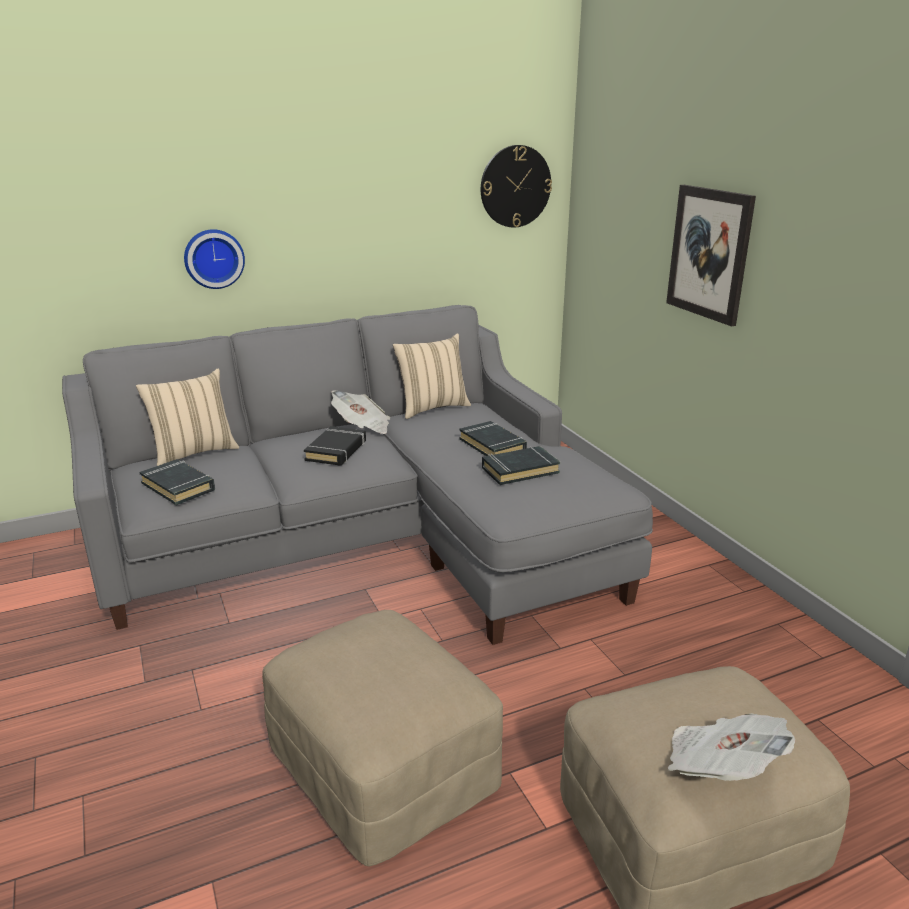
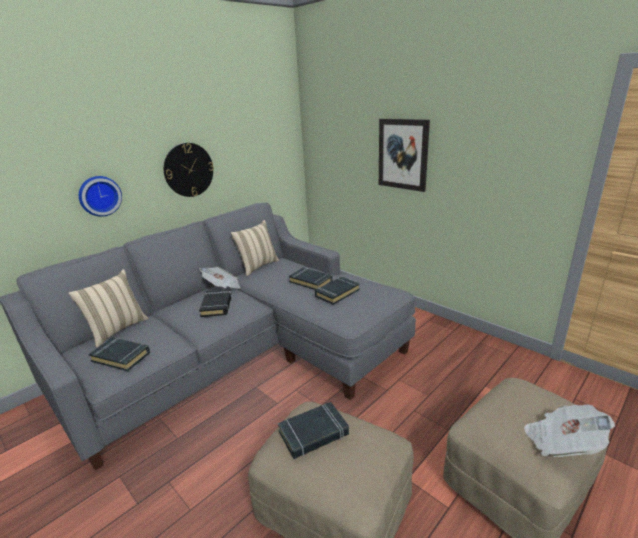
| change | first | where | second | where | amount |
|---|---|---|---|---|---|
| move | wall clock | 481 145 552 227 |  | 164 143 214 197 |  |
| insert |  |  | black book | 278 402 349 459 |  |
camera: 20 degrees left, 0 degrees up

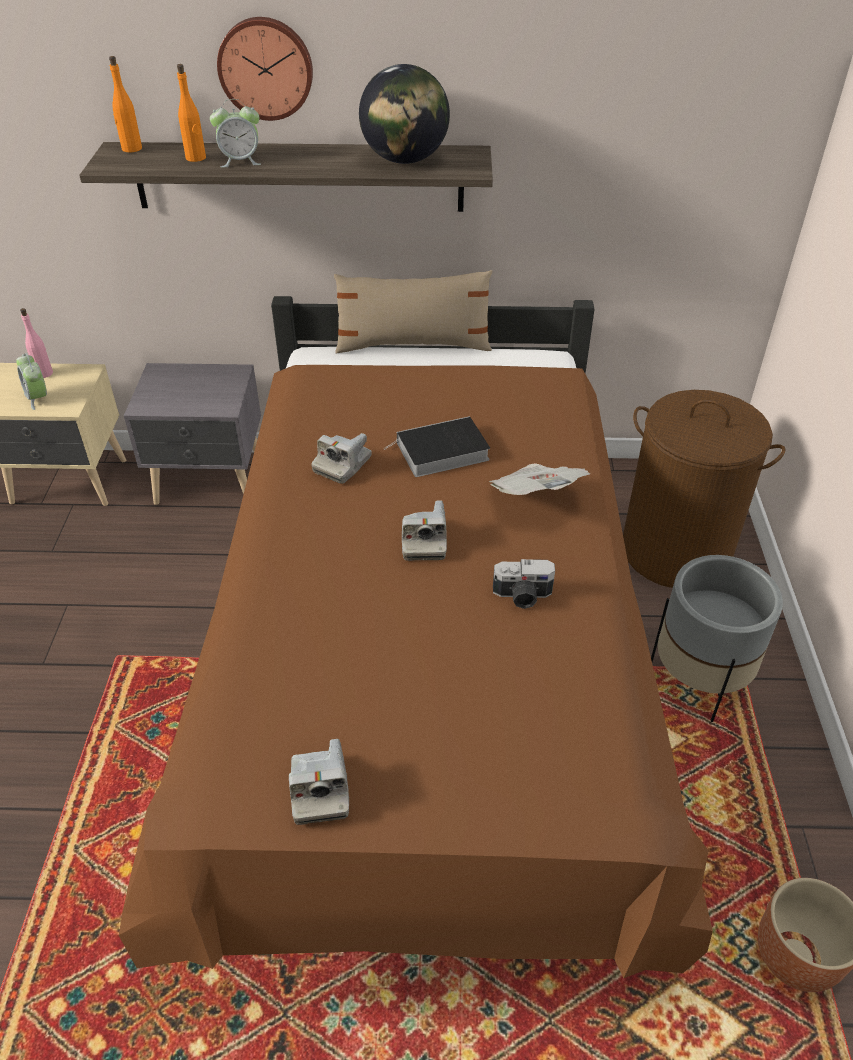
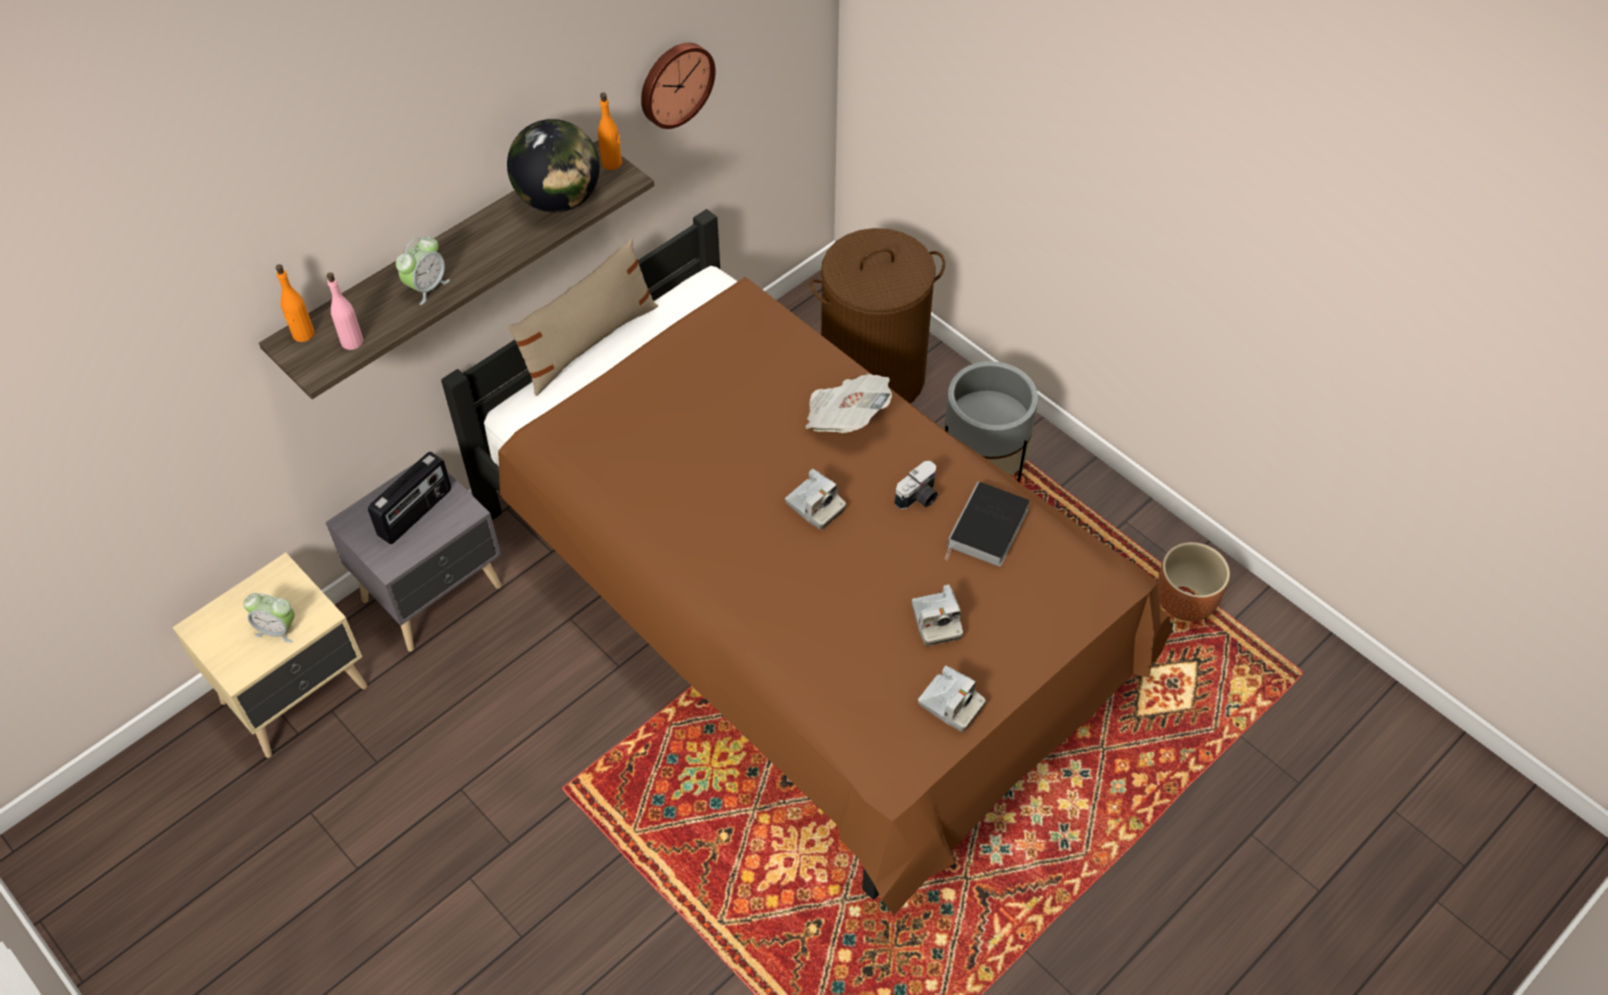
| change | first | where | second | where | amount |
|---|---|---|---|---|---|
| move | wall clock | 217 17 313 121 |  | 641 43 716 129 |  |
| move | orange bottle | 177 64 206 162 |  | 598 92 622 170 |  |
| move | pink bottle | 20 308 53 378 |  | 327 272 363 350 |  |
| move | book | 384 416 490 477 |  | 945 481 1030 567 |  |
| move | photo camera | 311 433 372 484 |  | 912 585 963 646 |  |
| insert |  |  | radio | 368 452 451 544 |  |
camera: 45 degrees left, 10 degrees up

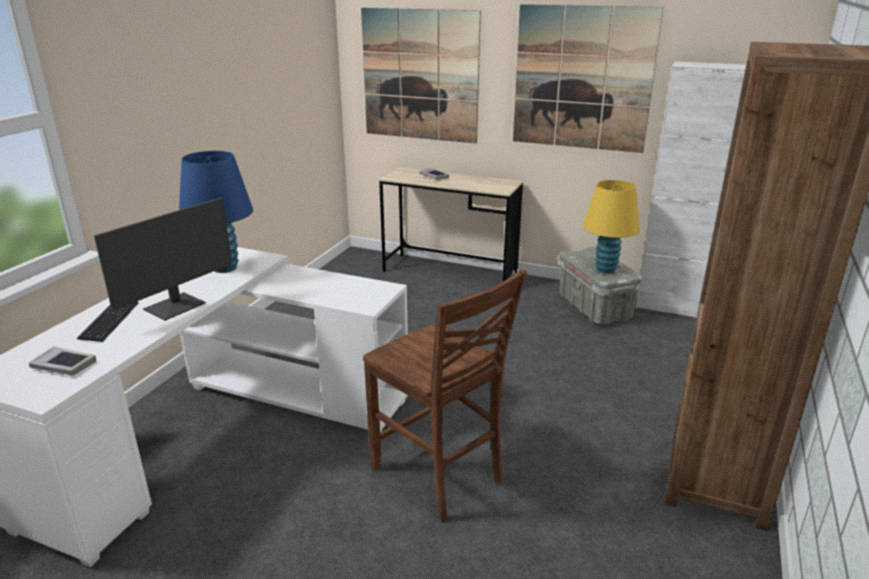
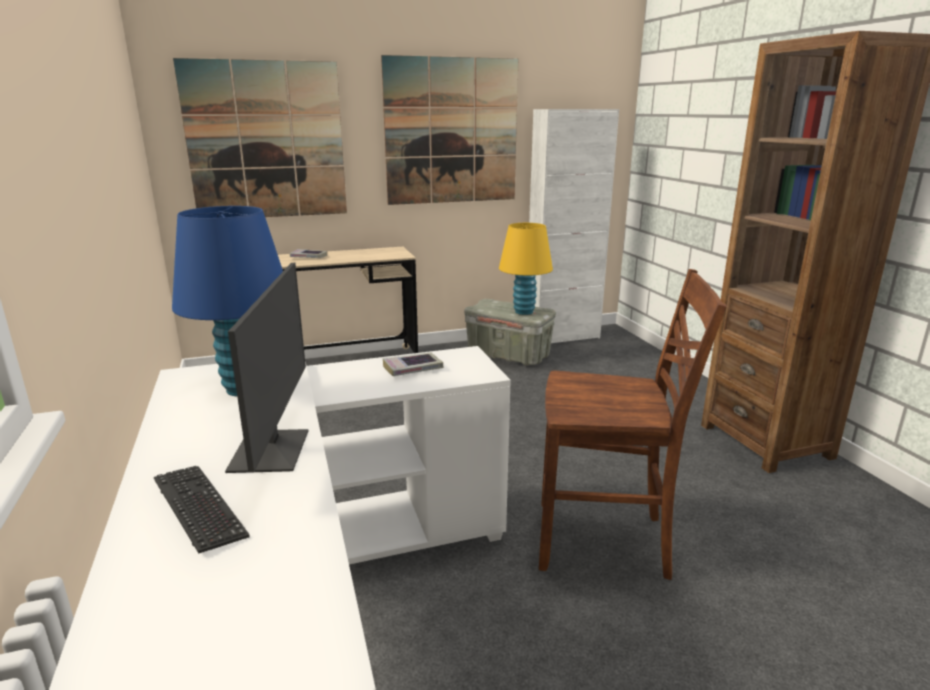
| change | first | where | second | where | amount |
|---|---|---|---|---|---|
| move | book | 29 346 96 376 |  | 383 353 443 376 |  |
camera: 40 degrees left, 5 degrees down

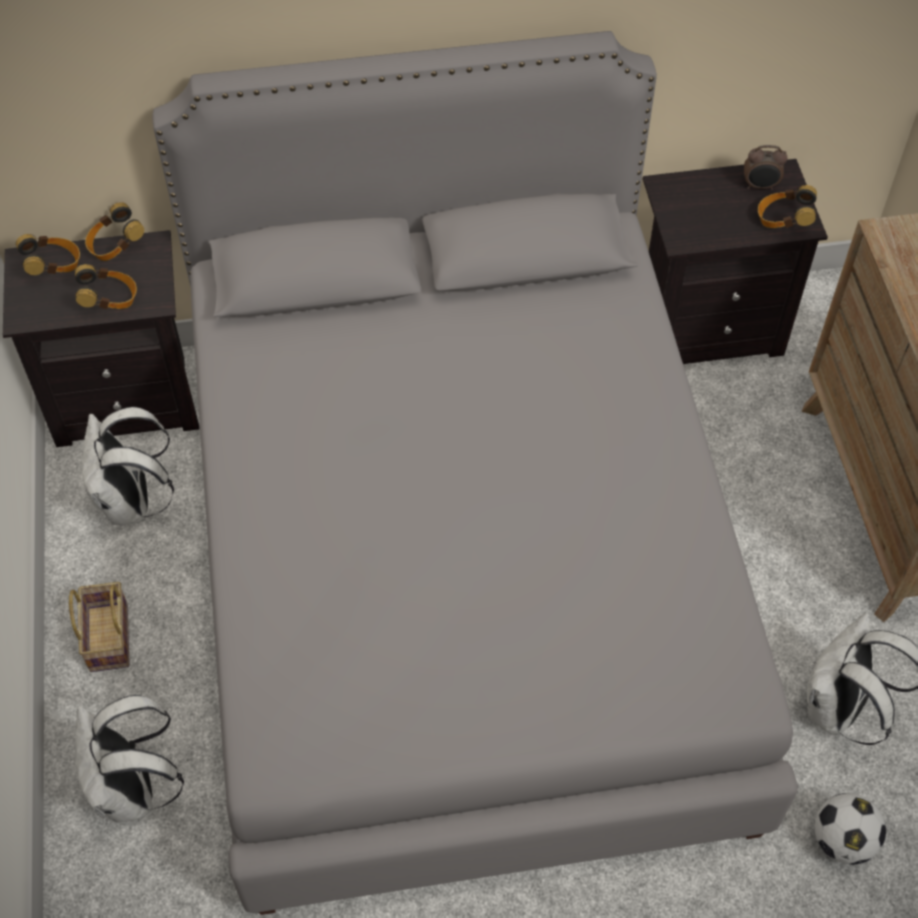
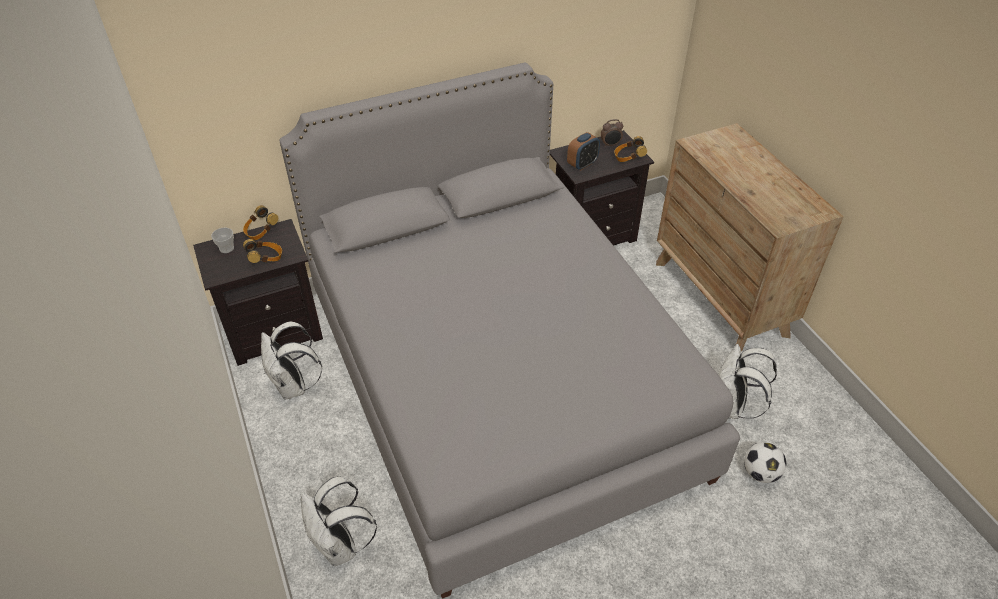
| change | first | where | second | where | amount |
|---|---|---|---|---|---|
| replace | headphones | 16 234 80 275 | cup | 211 228 234 253 |  |
| delete | basket | 69 582 130 672 |  |  |  |
| insert |  |  | alarm clock | 567 132 600 171 |  |
camera: 15 degrees left, 10 degrees down

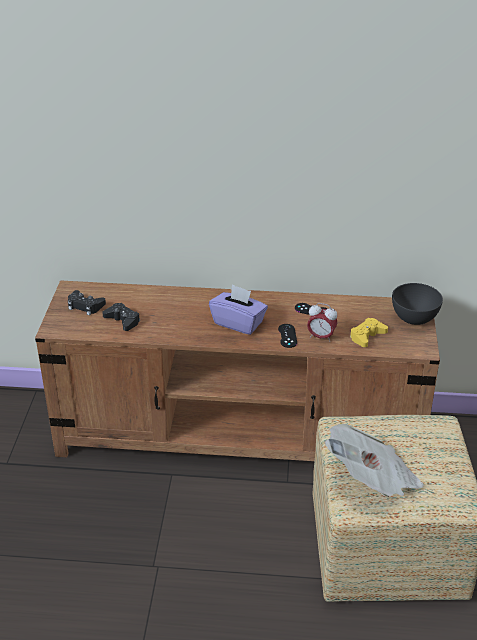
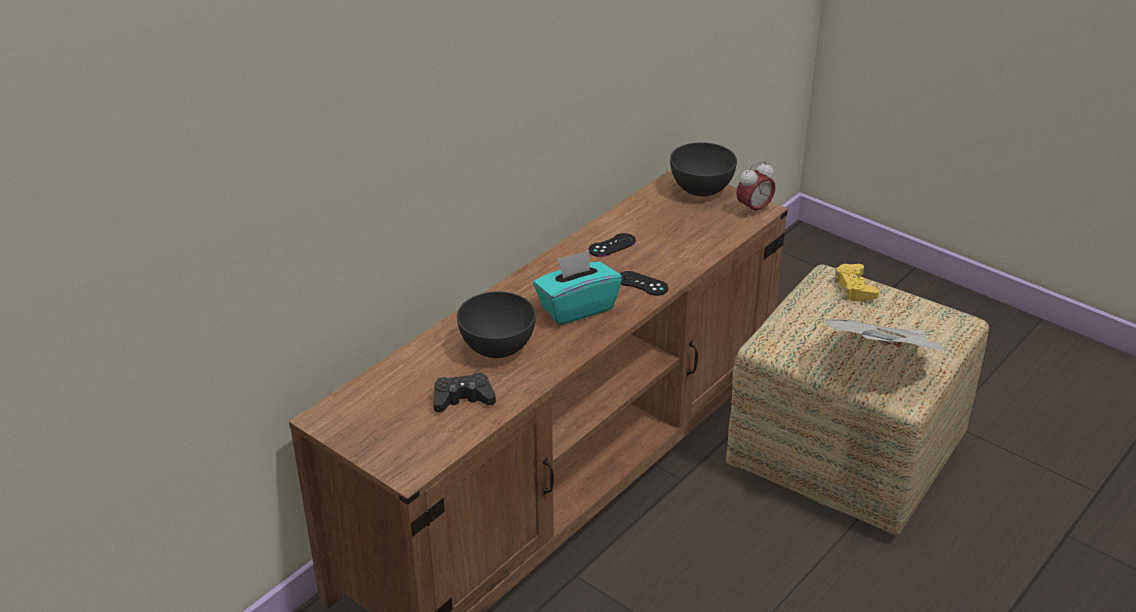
| change | first | where | second | where | amount |
|---|---|---|---|---|---|
| recolor | purple tissue box | 209 284 268 335 | turquoise tissue box | 533 250 622 325 |  |
| delete | black game controller | 68 290 106 315 |  |  |  |
| move | alarm clock | 307 303 337 342 |  | 736 161 776 217 |  |
| move | yellow game controller | 350 318 388 347 |  | 833 264 879 302 |  |
| insert |  |  | grey bowl | 457 291 536 358 |  |
camera: 55 degrees left, 0 degrees up

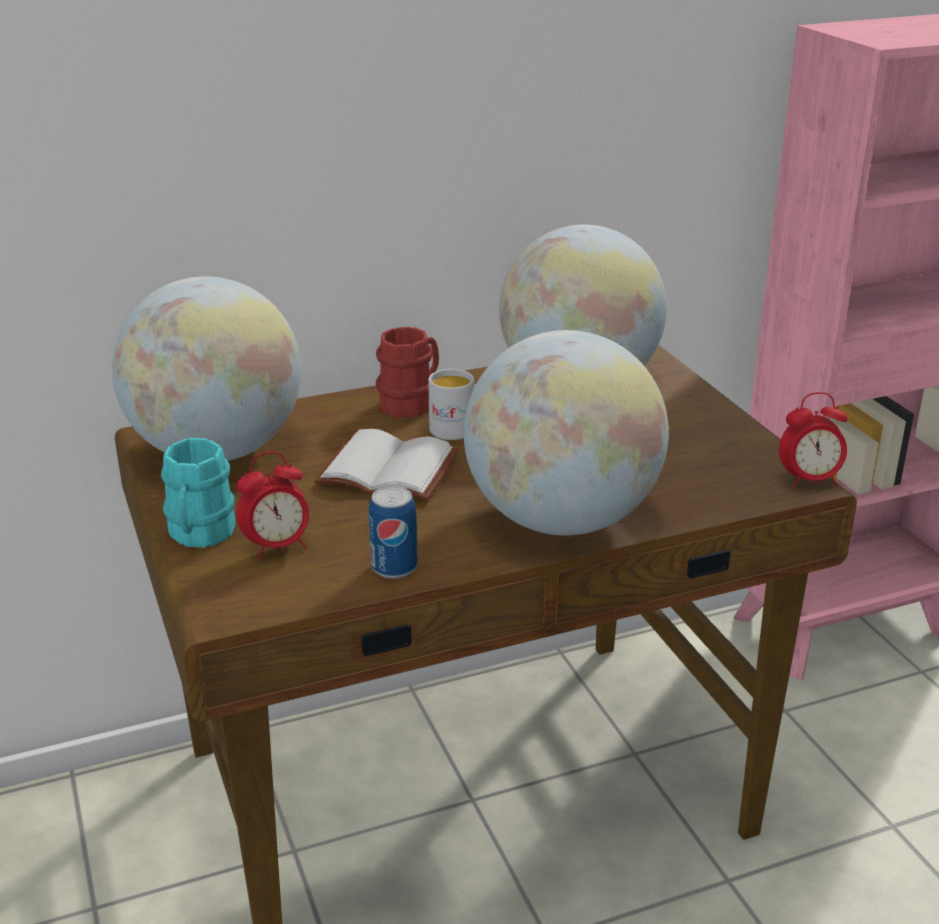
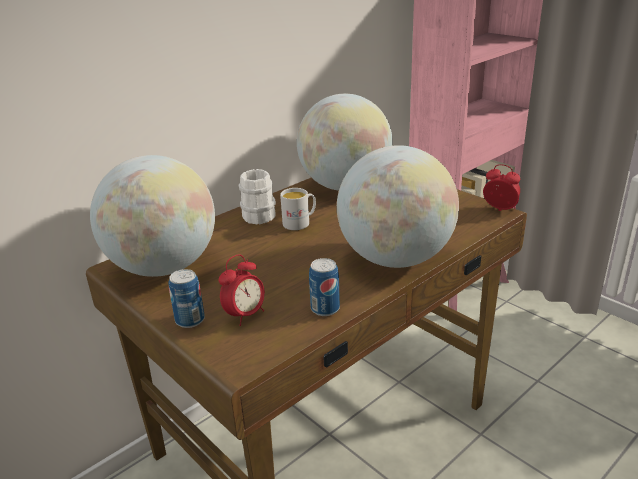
| change | first | where | second | where | amount |
|---|---|---|---|---|---|
| recolor | red mug | 376 327 439 418 | white mug | 239 169 276 225 |  |
| rotate | alarm clock | 779 392 847 489 |  | 483 164 520 211 | 120 degrees counterclockwise |
| delete | white book | 314 429 459 501 |  |  |  |
| replace | turquoise mug | 161 438 235 548 | can | 168 269 205 328 |  |
camera: 20 degrees left, 0 degrees up

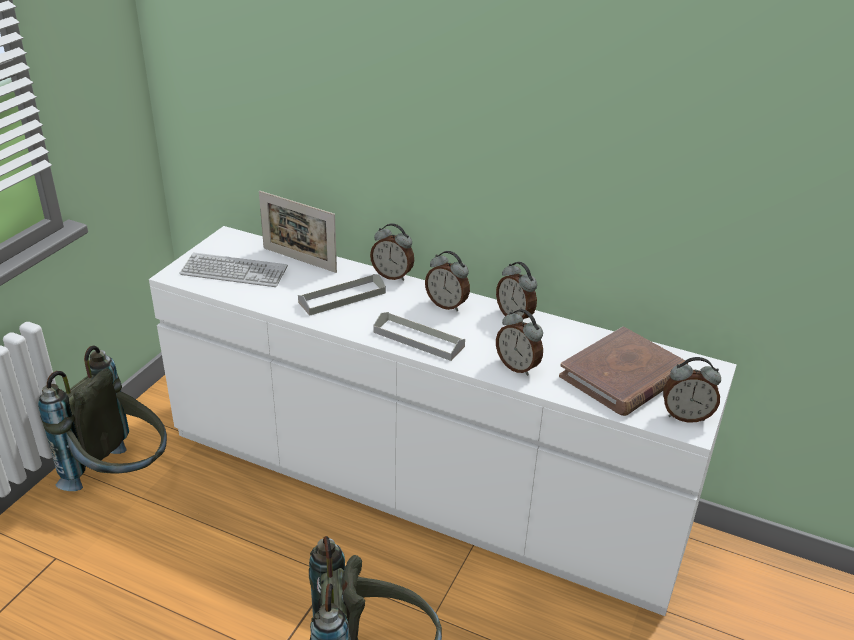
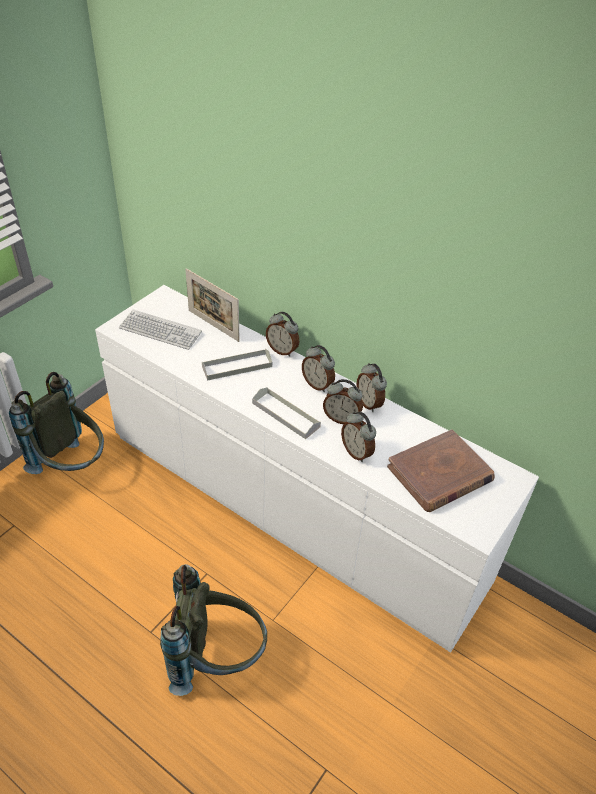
| change | first | where | second | where | amount |
|---|---|---|---|---|---|
| move | alarm clock | 663 357 721 422 |  | 323 379 363 424 |  |
camera: 10 degrees right, 10 degrees up

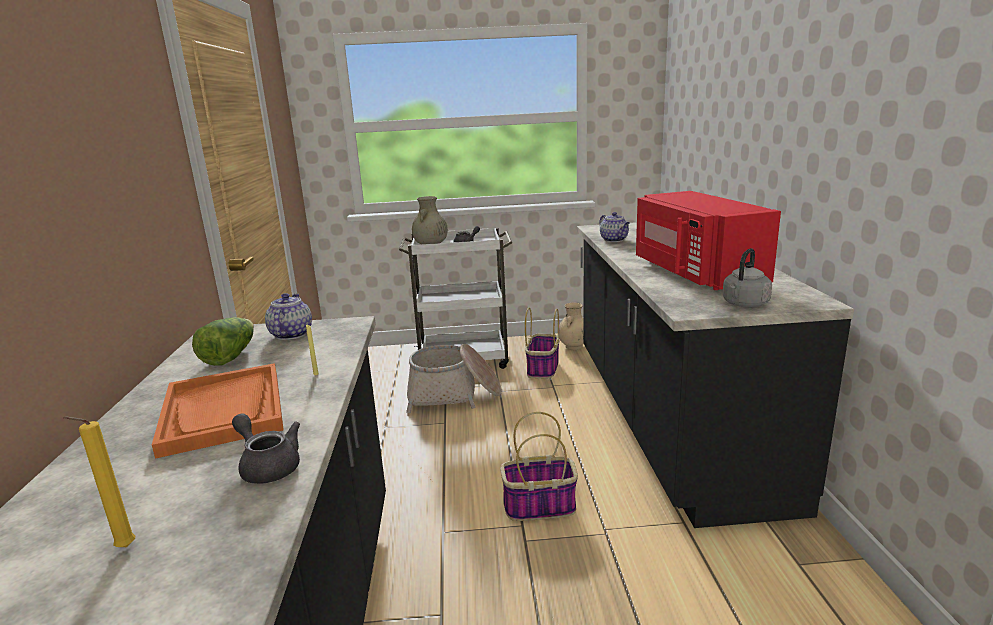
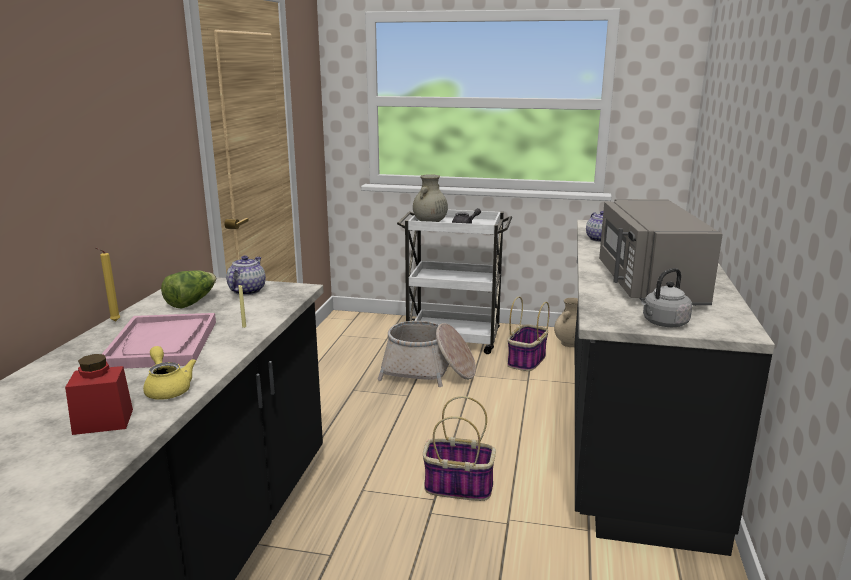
| change | first | where | second | where | amount |
|---|---|---|---|---|---|
| recolor | red microwave | 636 191 781 290 | grey microwave | 599 199 723 306 |  |
| recolor | orange tray | 152 363 284 459 | pink tray | 102 313 216 368 |  |
| recolor | grey teapot | 232 414 300 484 | yellow teapot | 143 346 196 400 |  |
| move | yellow candle | 63 417 135 547 |  | 94 247 120 321 |  |
| insert |  |  | red jar | 65 354 133 435 |  |
camera: 15 degrees right, 0 degrees up

